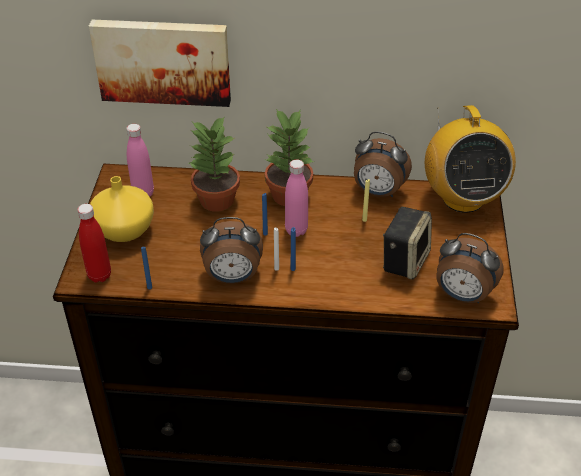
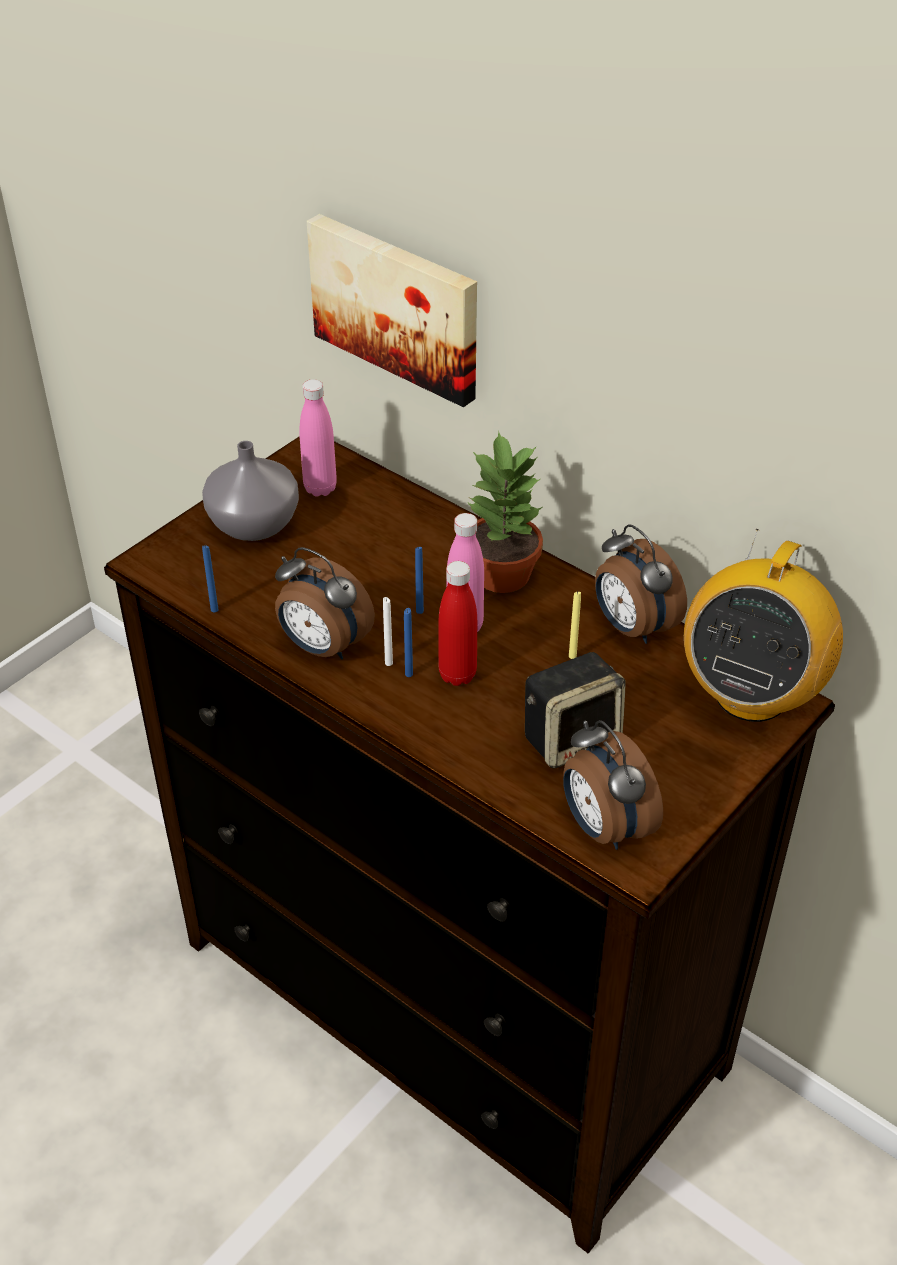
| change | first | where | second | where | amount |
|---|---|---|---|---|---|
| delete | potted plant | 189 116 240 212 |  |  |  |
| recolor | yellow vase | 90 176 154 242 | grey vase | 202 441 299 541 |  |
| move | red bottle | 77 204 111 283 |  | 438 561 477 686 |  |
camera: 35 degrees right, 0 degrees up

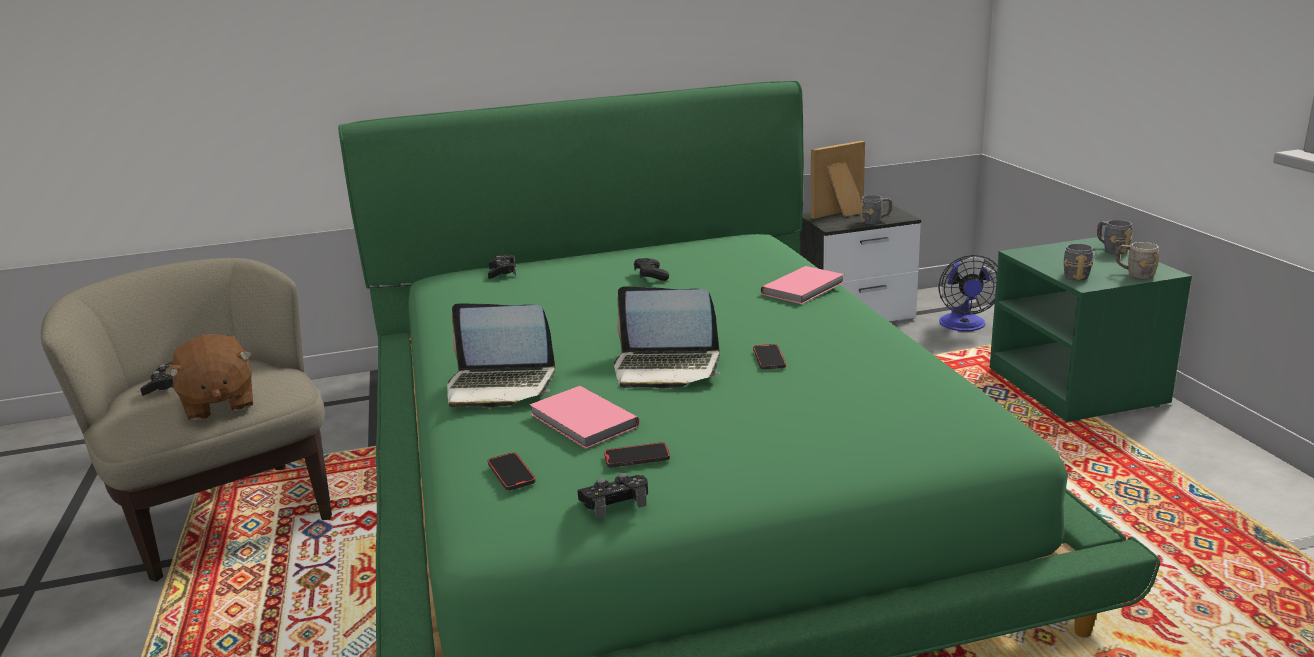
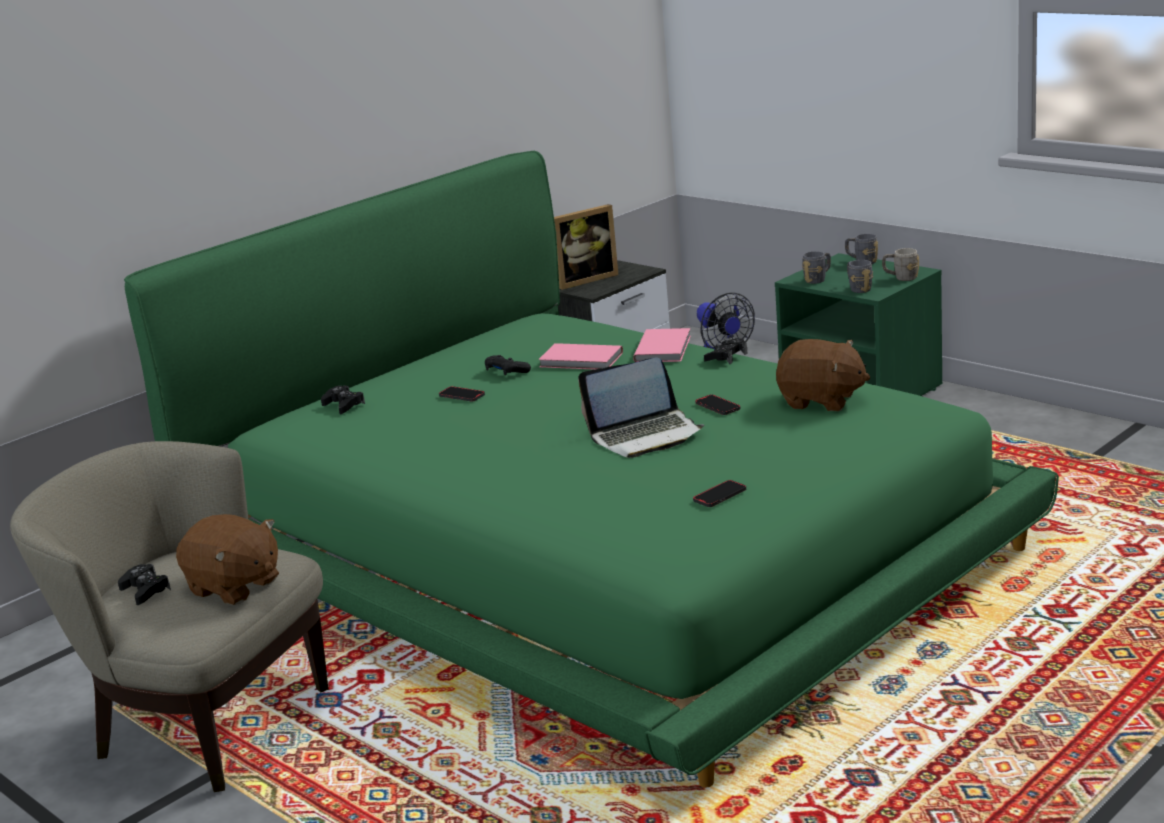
| change | first | where | second | where | amount |
|---|---|---|---|---|---|
| rotate | picture frame | 811 141 865 219 |  | 554 204 618 290 | 150 degrees counterclockwise |
| move | grey mug | 860 195 892 224 |  | 802 251 831 284 |  |
| delete | laptop | 447 303 555 408 |  |  |  |
| move | pink book | 529 386 639 449 |  | 538 343 623 370 |  |
| move | phone | 488 452 536 490 |  | 439 386 485 401 |  |
| move | black game controller | 578 473 648 519 |  | 704 338 748 364 |  |
| insert |  |  | brown plush toy | 776 339 870 411 |  |
camera: 30 degrees left, 0 degrees up

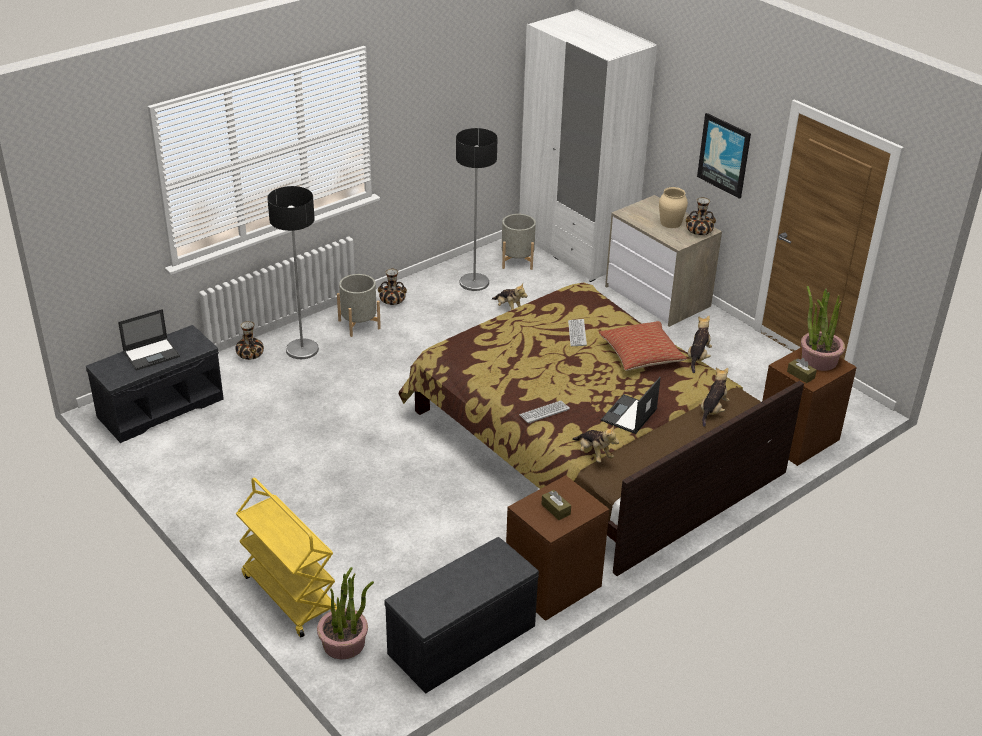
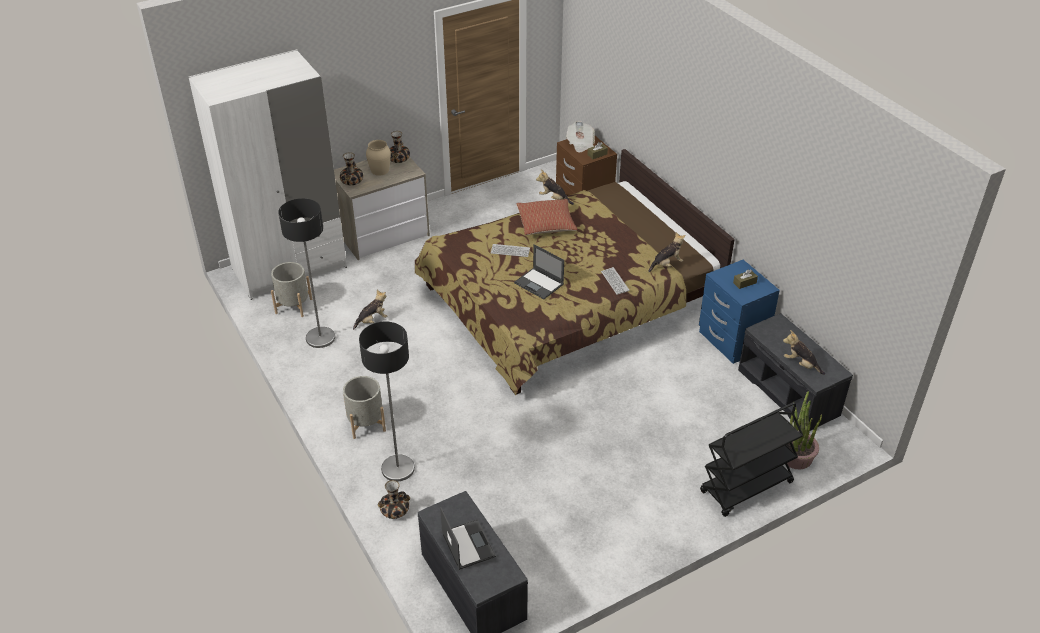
| change | first | where | second | where | amount |
|---|---|---|---|---|---|
| delete | picture | 697 113 751 199 |  |  |  |
| move | vase | 378 269 407 305 |  | 340 152 363 185 |  |
| replace | potted plant | 801 286 845 371 | newspaper | 566 121 595 153 |  |
| move | plush toy | 701 368 729 427 |  | 783 330 825 375 |  |
| move | laptop | 601 377 661 434 |  | 514 244 564 299 |  |
| recolor | brown nightstand | 506 475 609 621 | blue nightstand | 699 260 780 364 |  |
| recolor | yellow cart | 236 477 337 638 | black cart | 700 402 803 517 |  |
camera: 80 degrees left, 5 degrees up

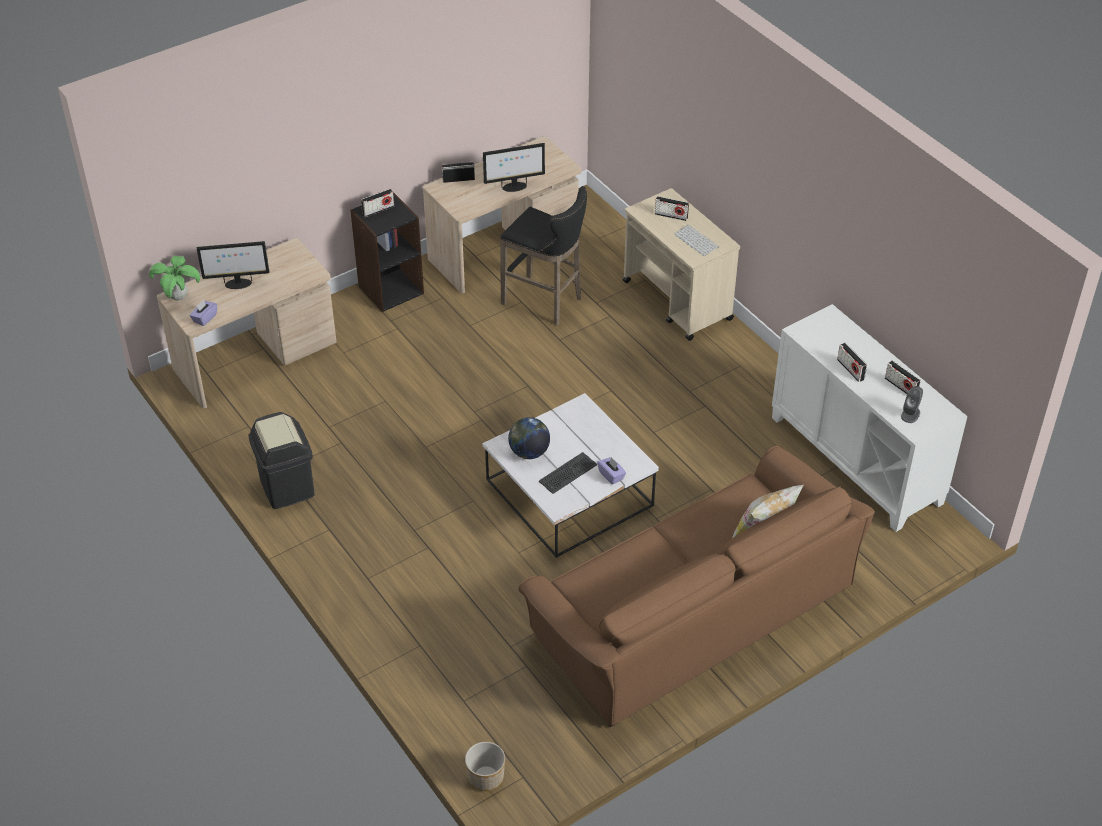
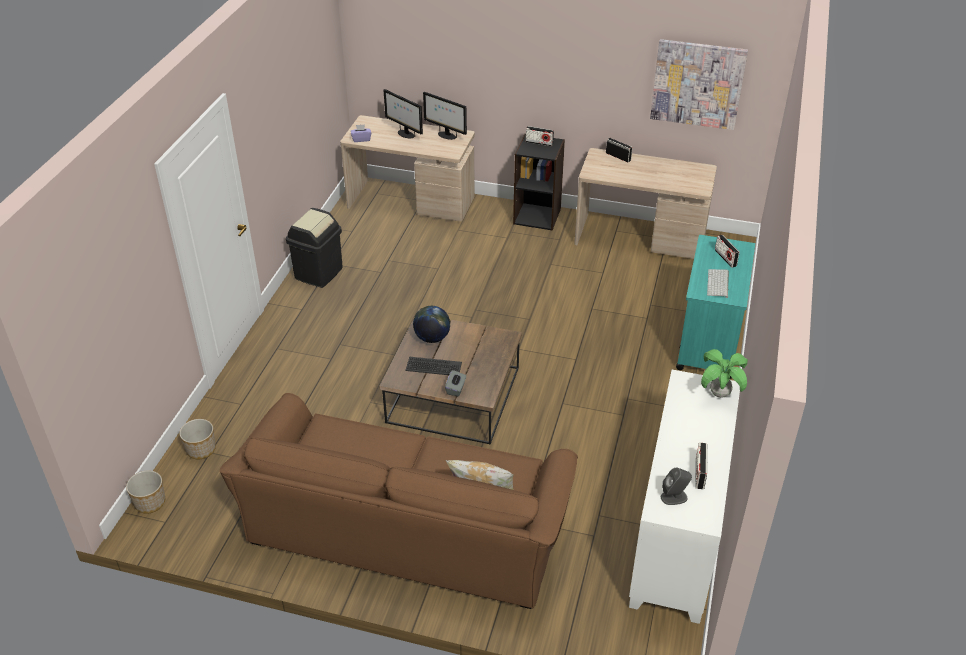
| change | first | where | second | where | amount |
|---|---|---|---|---|---|
| move | monitor | 483 143 545 192 |  | 423 92 467 140 |  |
| delete | black stool | 500 186 587 326 |  |  |  |
| recolor | beige cart | 623 188 740 341 | turquoise cart | 676 235 755 379 |  |
| move | potted plant | 149 256 200 300 |  | 701 349 748 398 |  |
| delete | radio | 837 343 867 382 |  |  |  |
| recolor | white coffee table | 483 393 659 558 | brown coffee table | 379 319 522 444 |  |
| recolor | purple tissue box | 597 457 626 485 | grey tissue box | 445 370 466 396 |  |
| insert |  |  | picture | 650 39 748 130 |  |
| insert |  |  | planter | 179 419 216 459 |  |
camera: 50 degrees right, 5 degrees down

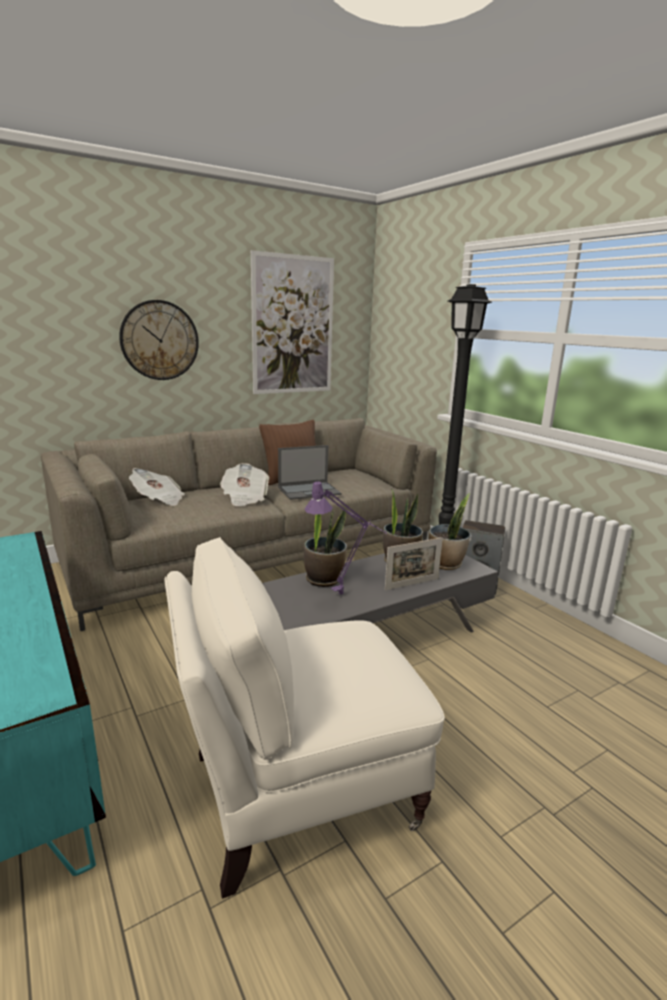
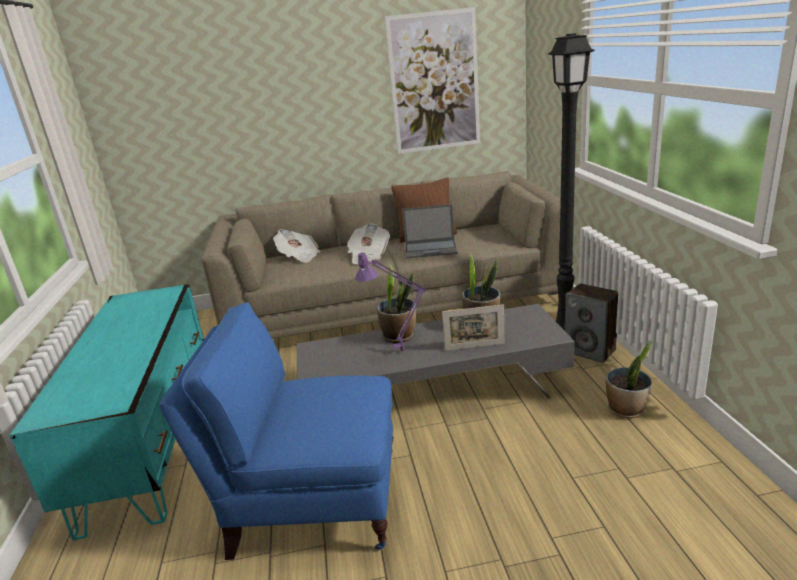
| change | first | where | second | where | amount |
|---|---|---|---|---|---|
| delete | wall clock | 119 300 199 380 |  |  |  |
| move | potted plant | 429 493 470 570 |  | 606 341 653 418 |  |
| recolor | beige armchair | 165 537 445 899 | blue armchair | 160 302 393 560 |  |
camera: 25 degrees right, 5 degrees up

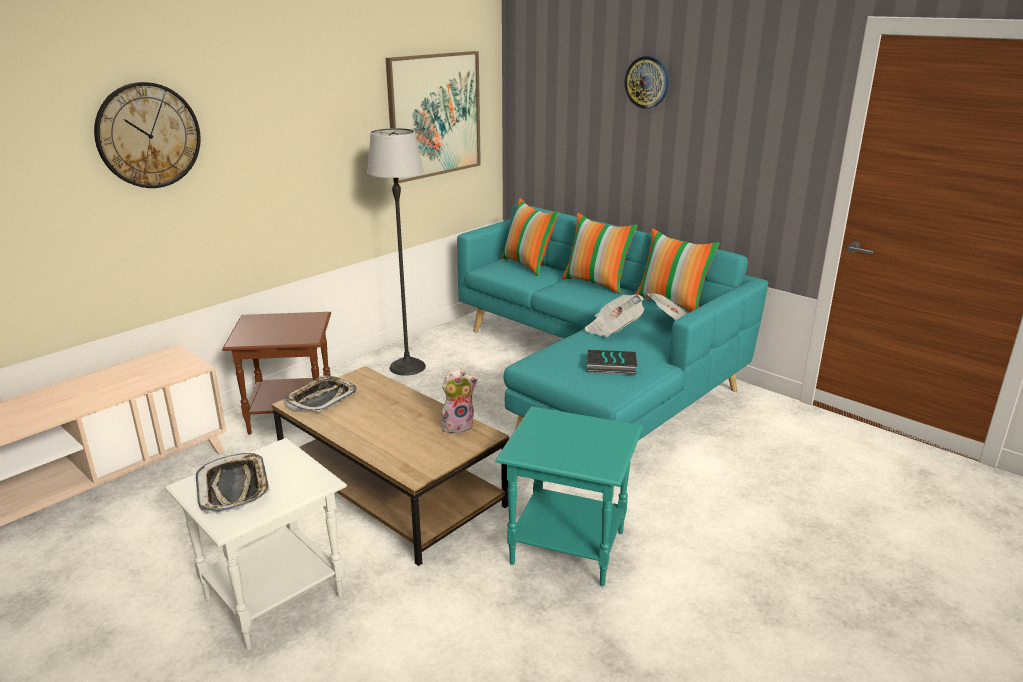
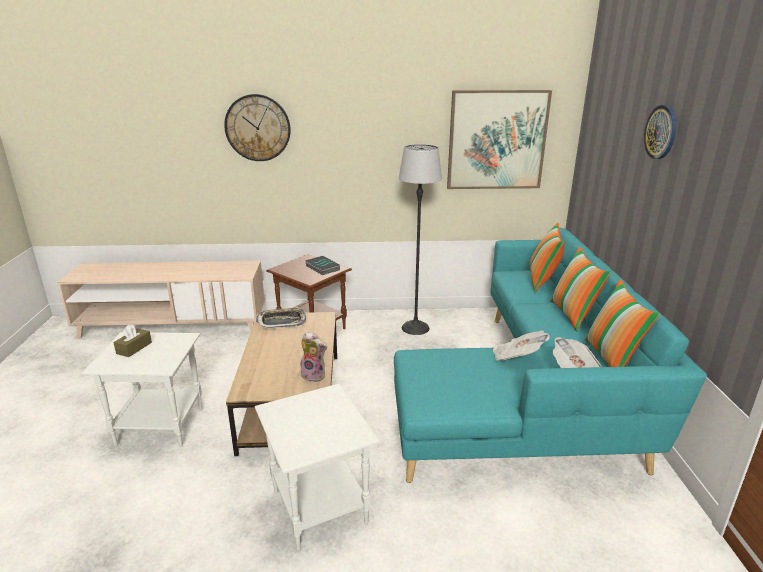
| change | first | where | second | where | amount |
|---|---|---|---|---|---|
| move | book | 586 350 637 375 |  | 305 256 340 275 |  |
| recolor | turquoise side table | 495 406 643 587 | white side table | 255 383 380 551 |  |
| replace | tray | 196 453 270 514 | brown tissue box | 113 325 152 357 |  |
camera: 45 degrees right, 0 degrees up

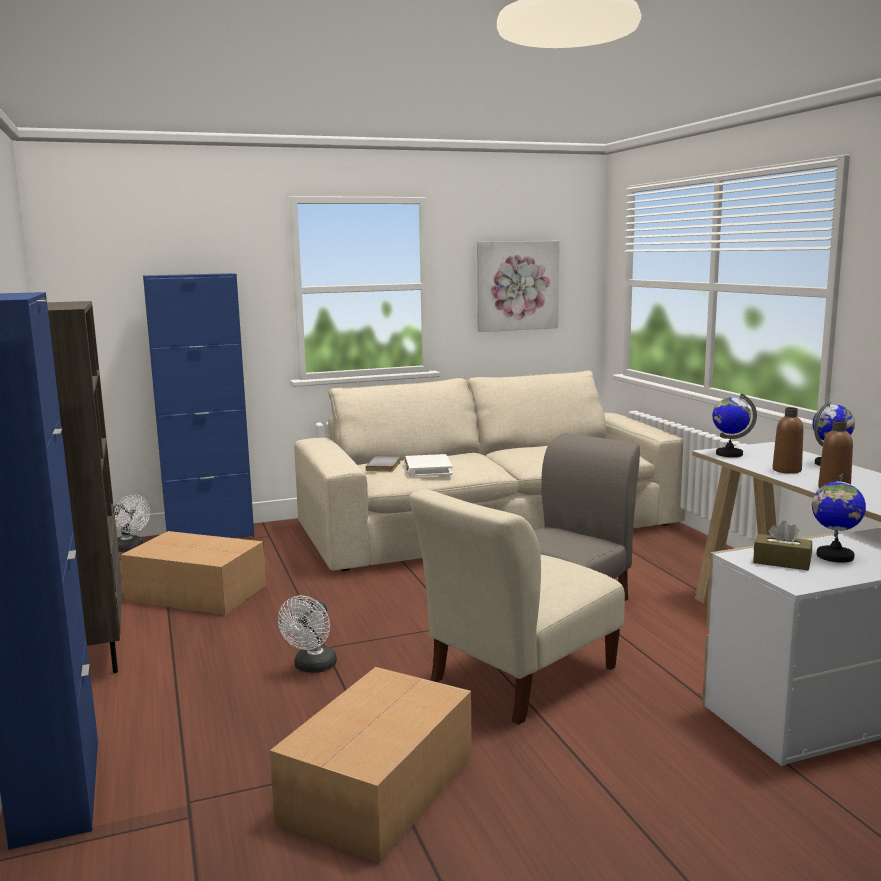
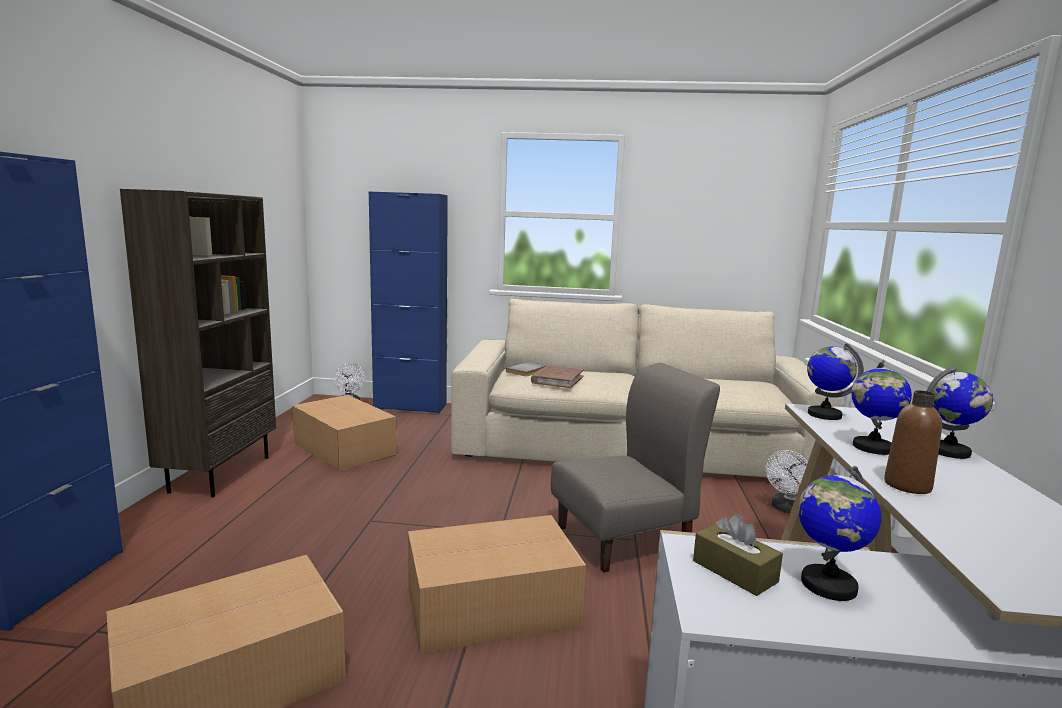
| change | first | where | second | where | amount |
|---|---|---|---|---|---|
| delete | picture | 477 241 559 332 |  |  |  |
| replace | brown bottle | 773 407 803 474 | globe | 851 360 912 455 |  |
| recolor | white book | 404 454 453 477 | brown book | 531 365 584 388 |  |
| replace | beige chair | 409 490 625 725 | cardboard box | 408 515 586 654 |  |
| move | white fan | 278 596 337 673 |  | 766 450 808 514 |  |
camera: 25 degrees right, 0 degrees up

